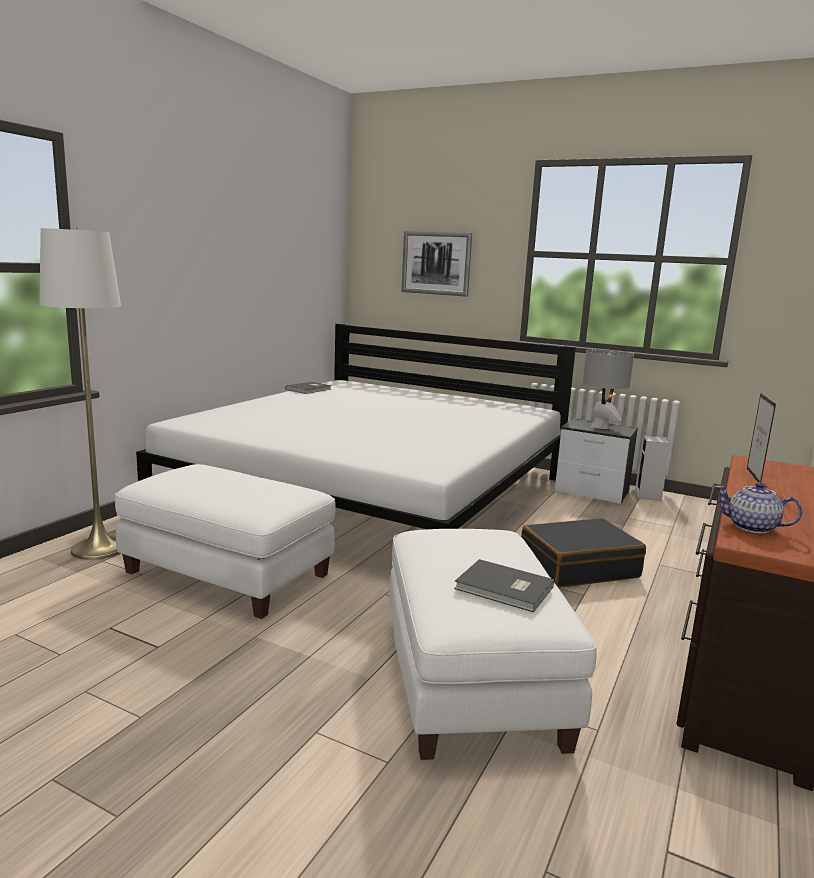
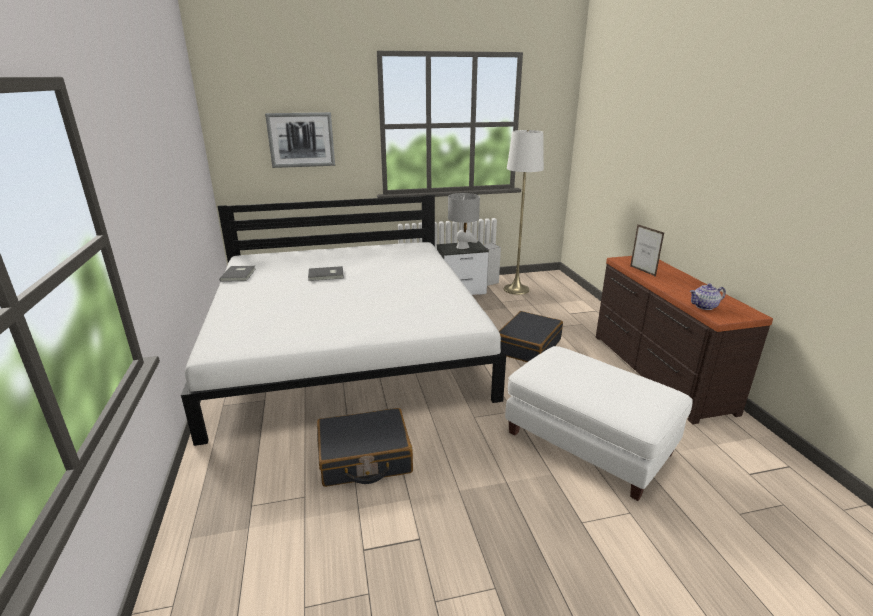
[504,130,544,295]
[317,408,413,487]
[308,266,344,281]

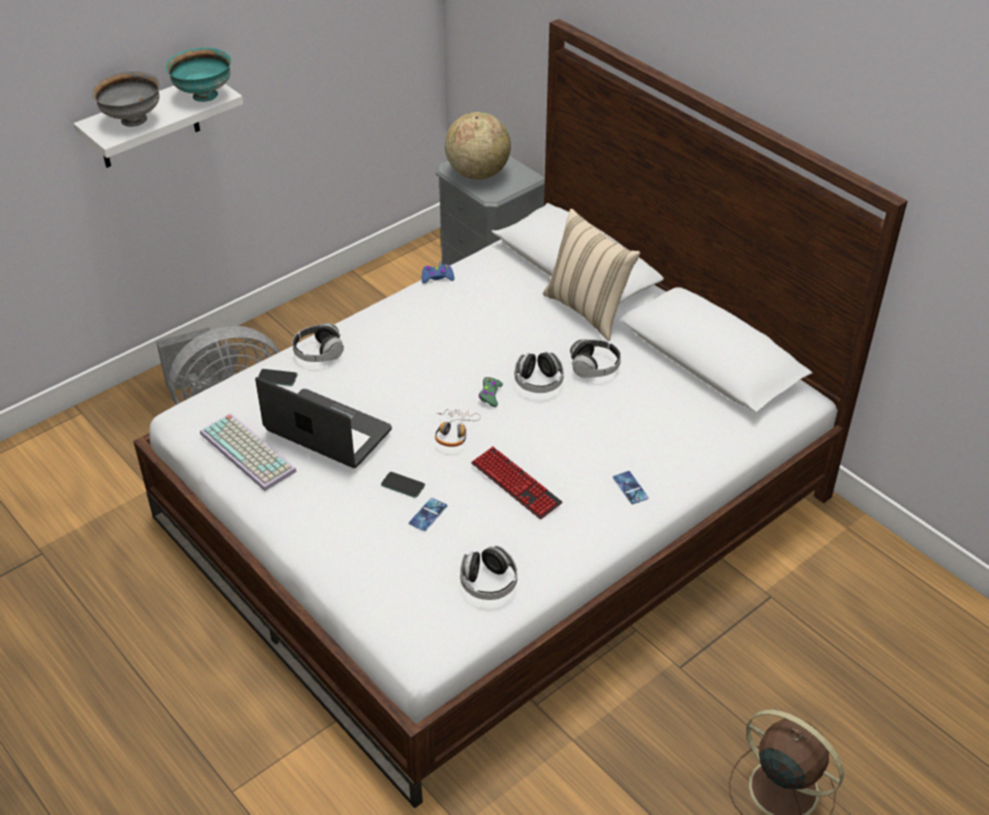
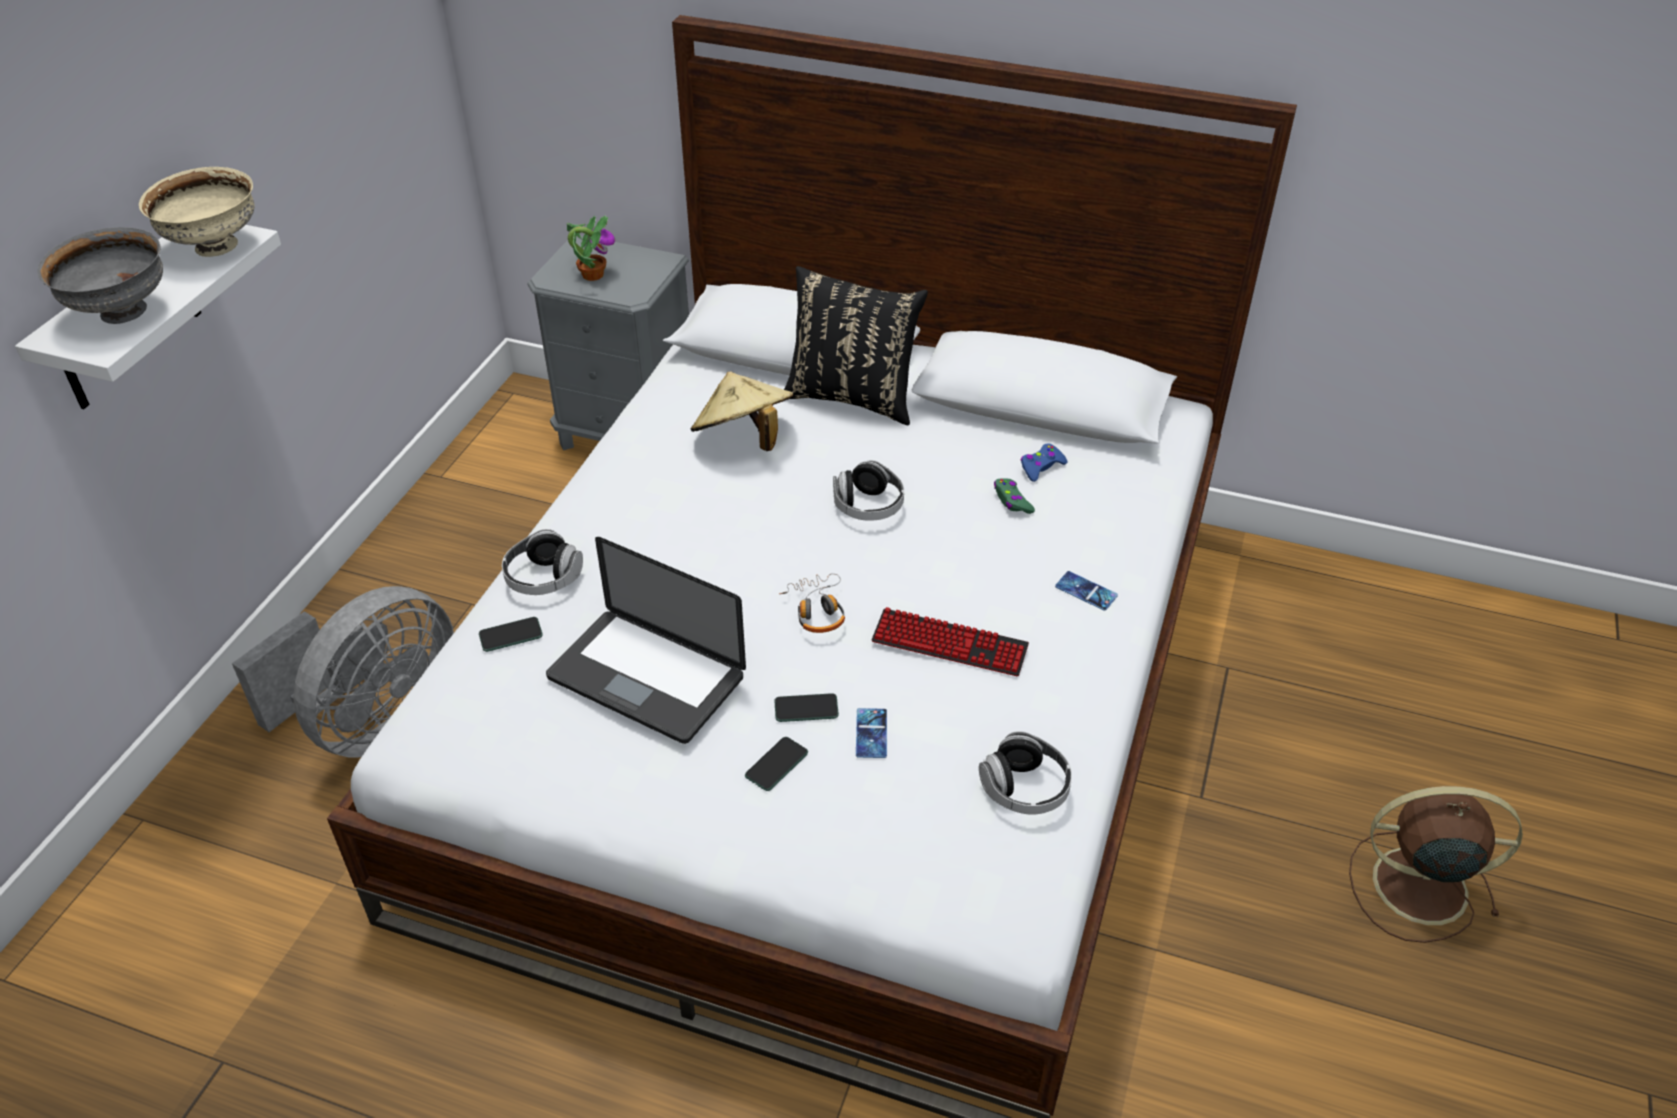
[139,167,254,257]
[567,216,615,281]
[784,266,928,425]
[1021,443,1067,482]
[570,339,621,378] (first image)
[546,537,746,744]
[994,478,1035,514]
[200,413,297,491] (first image)
[691,371,793,451]
[745,737,808,791]

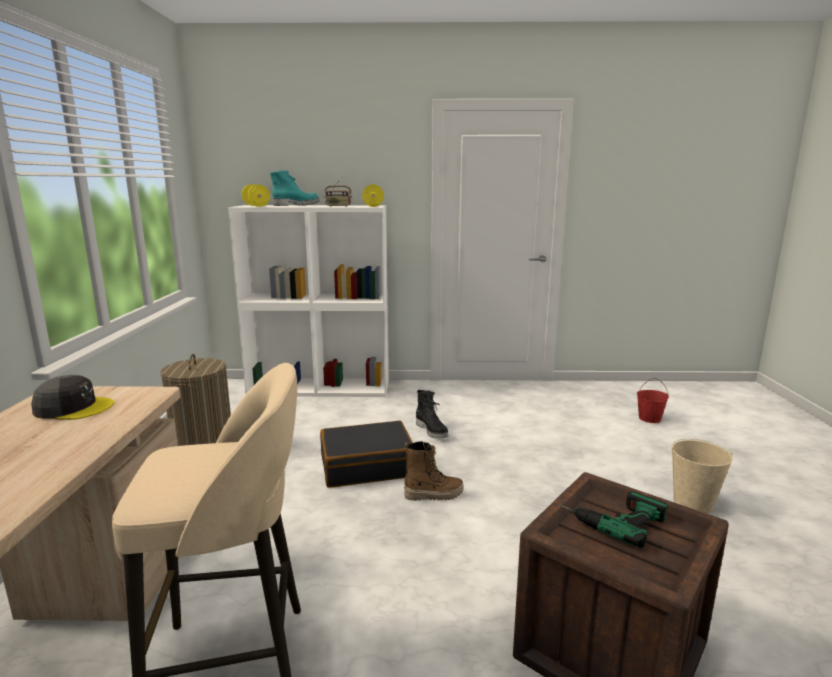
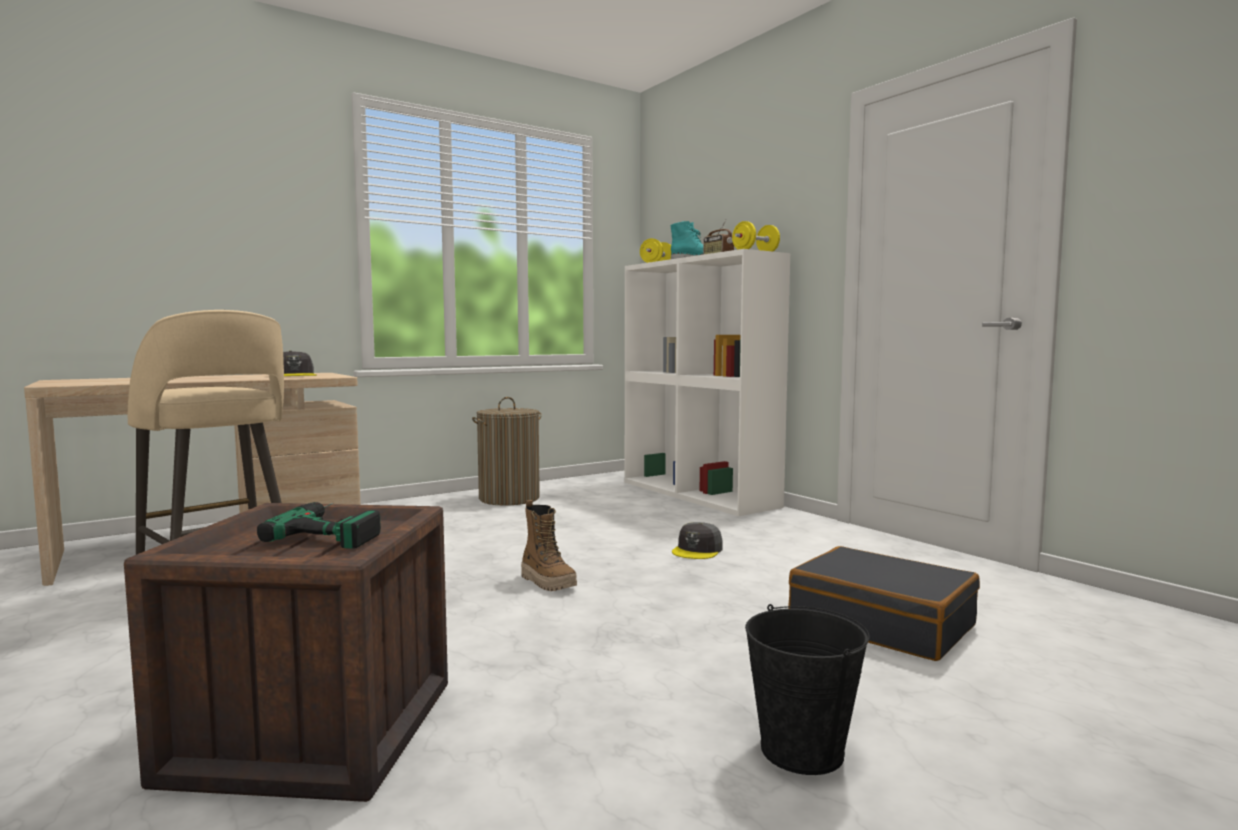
[637,378,669,423] (first image)
[672,522,723,559]
[788,546,980,661]
[745,604,870,775]

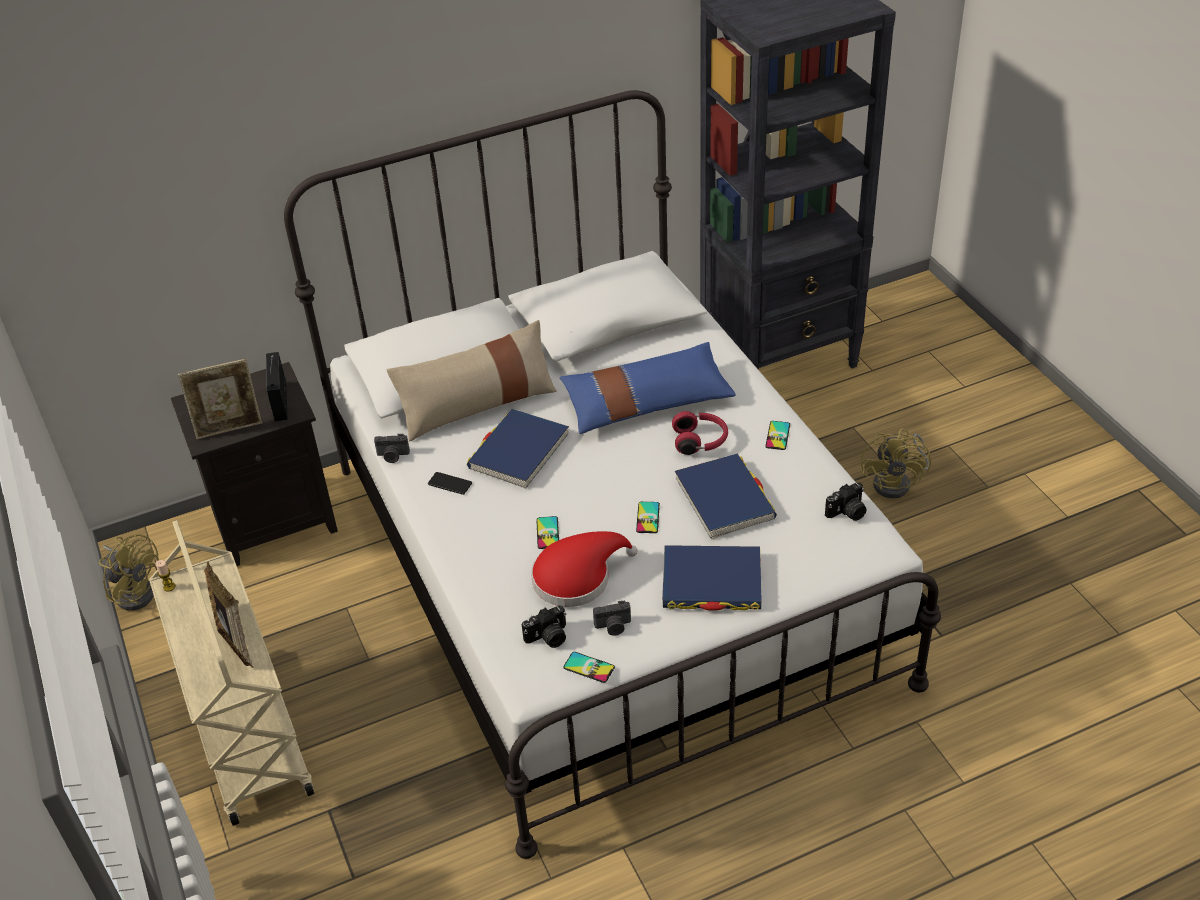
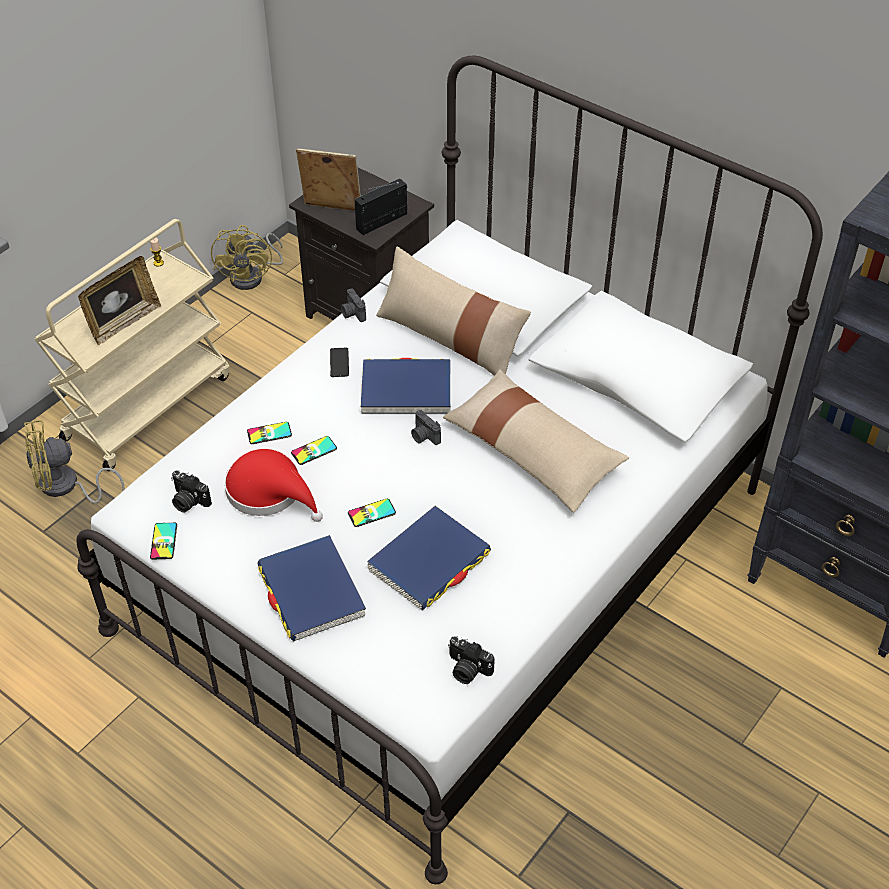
[443,369,629,512]
[296,148,361,211]
[672,411,728,455] (first image)
[247,422,292,444]
[24,420,124,504]
[411,410,441,445]

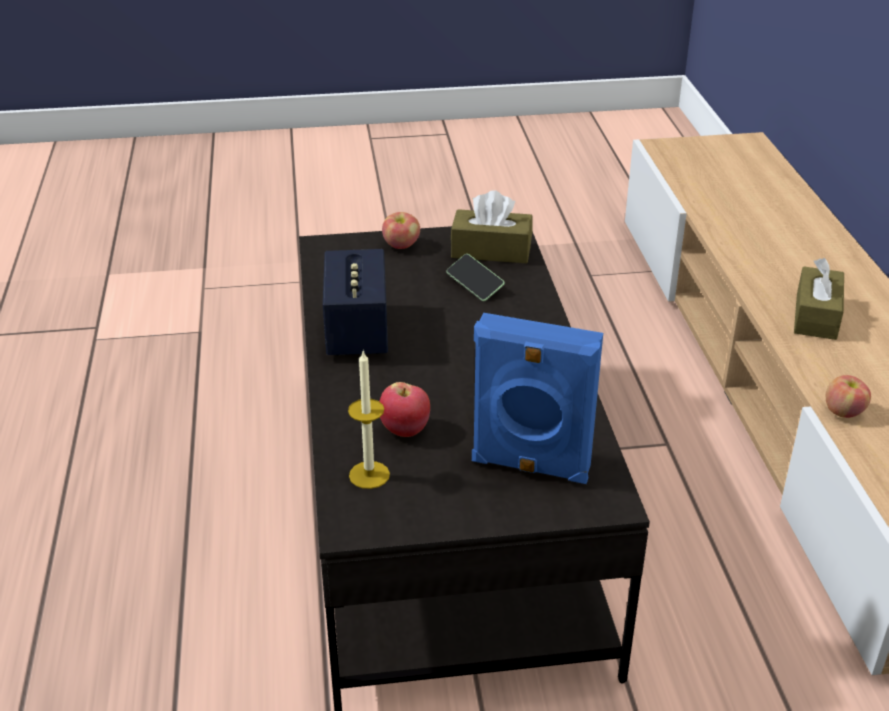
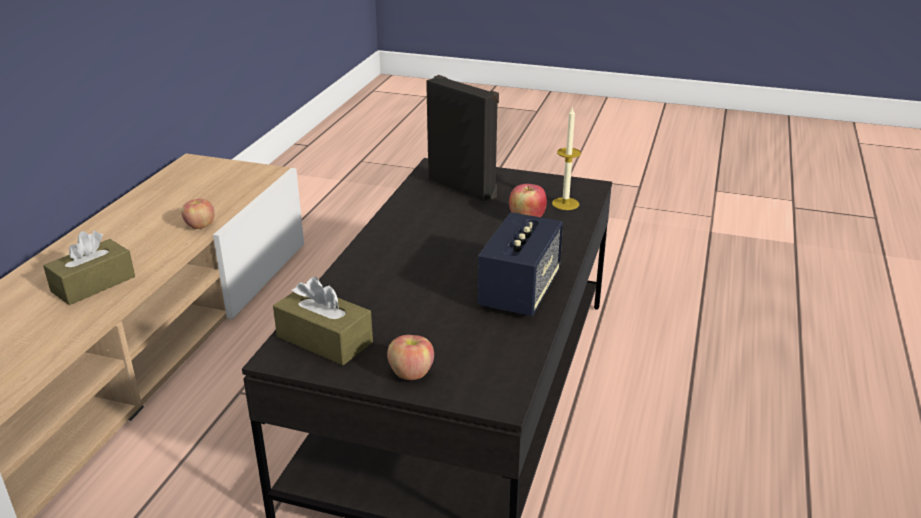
[446,254,505,301] (first image)
[426,75,499,202]

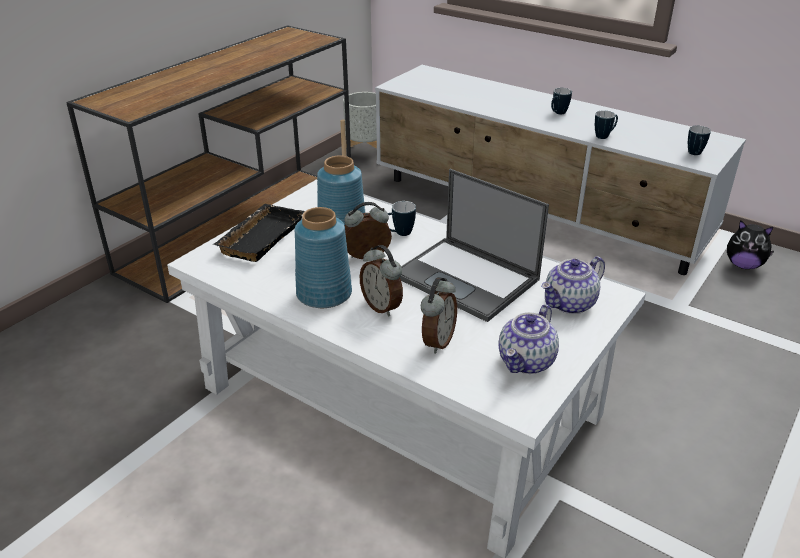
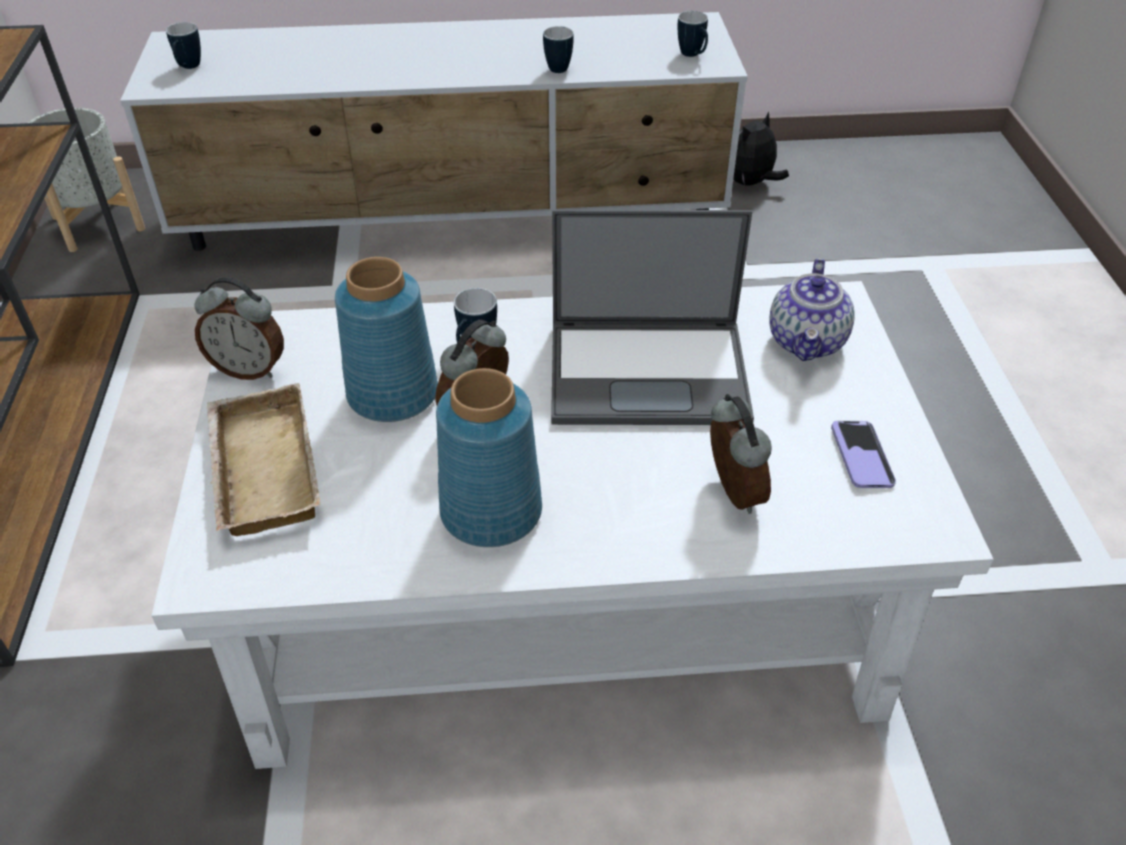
[166,22,201,69]
[206,383,321,536]
[733,111,789,186]
[194,277,284,380]
[831,421,896,488]

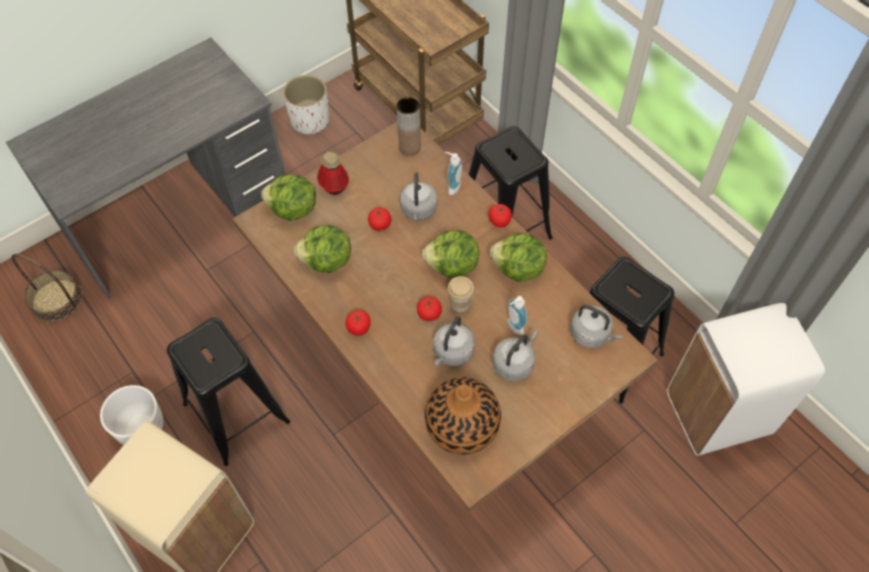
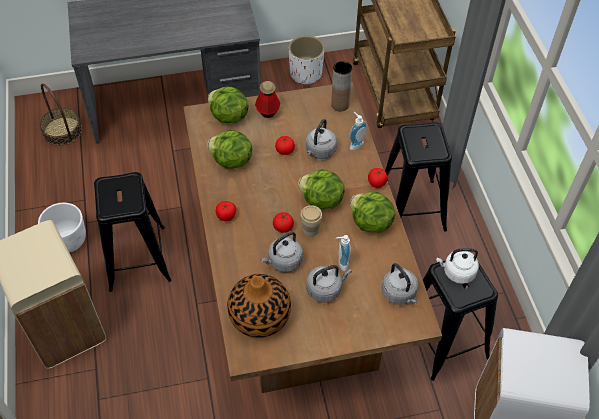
[436,248,479,284]

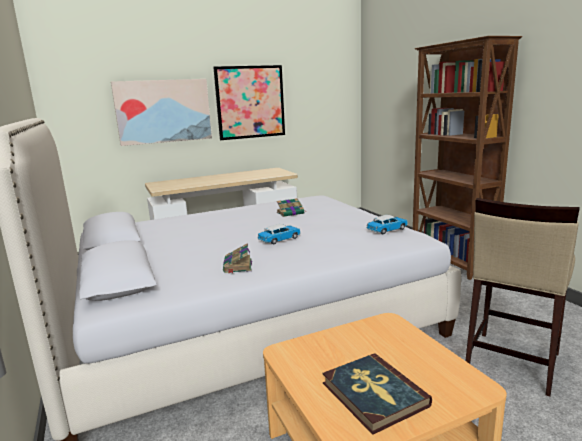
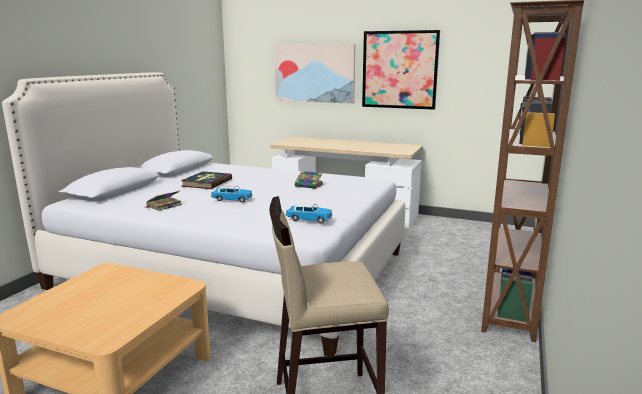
[181,171,232,189]

